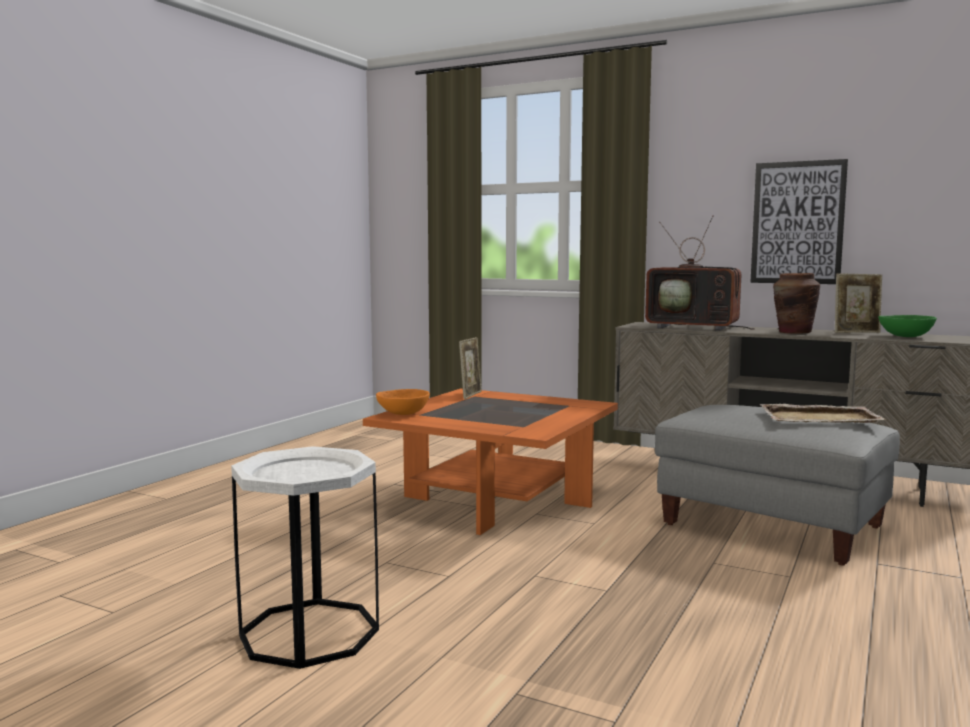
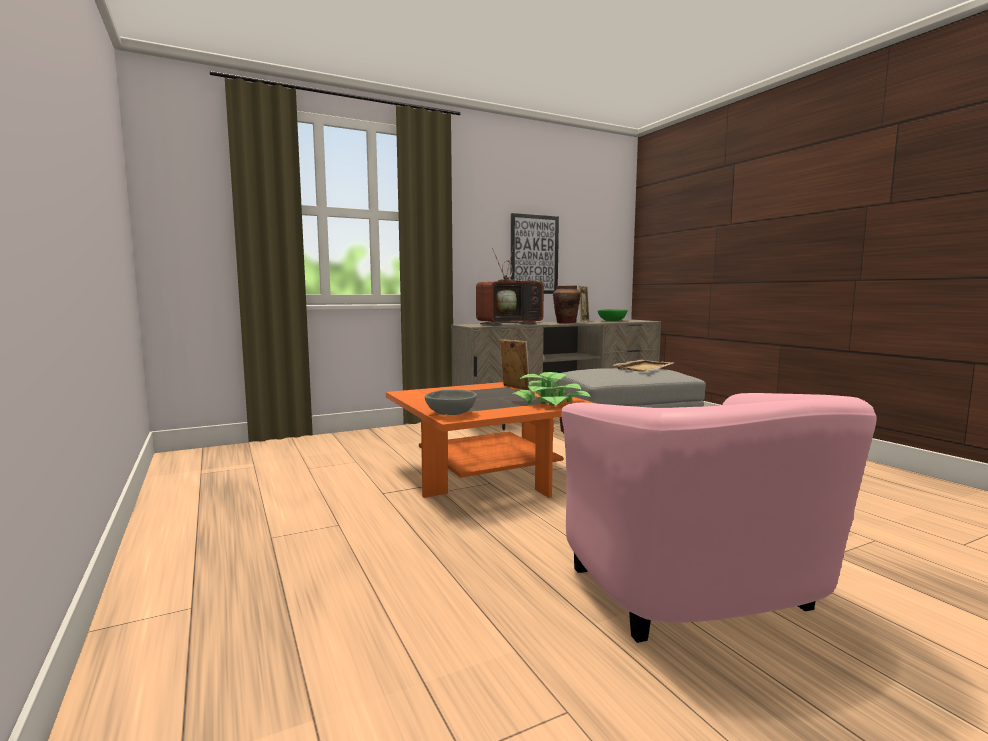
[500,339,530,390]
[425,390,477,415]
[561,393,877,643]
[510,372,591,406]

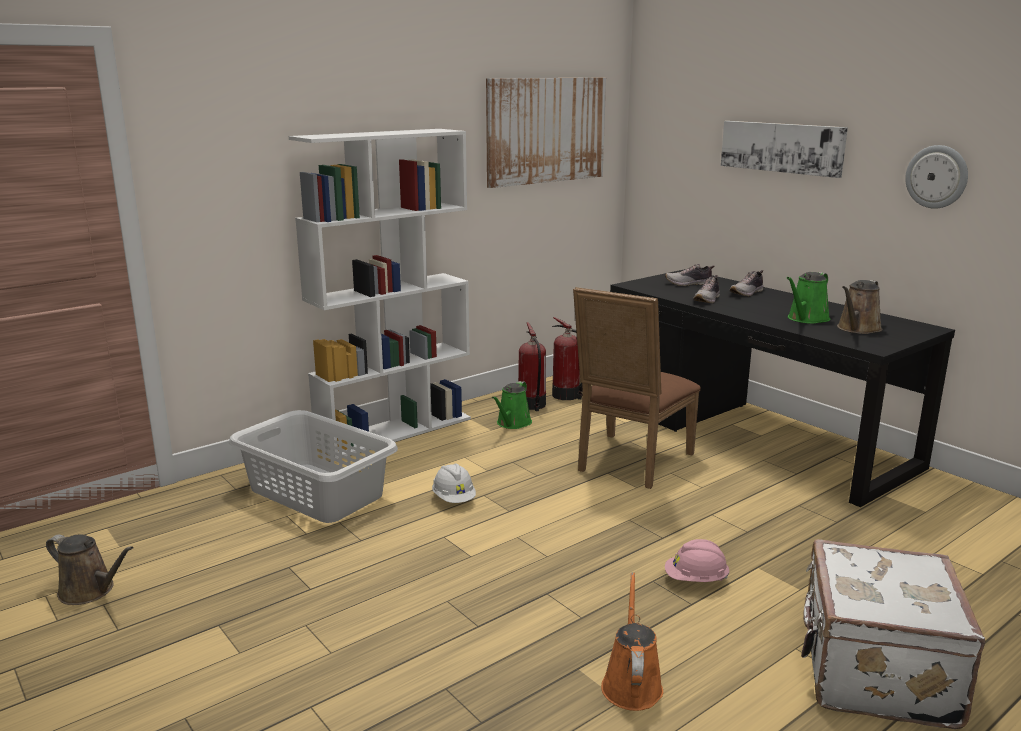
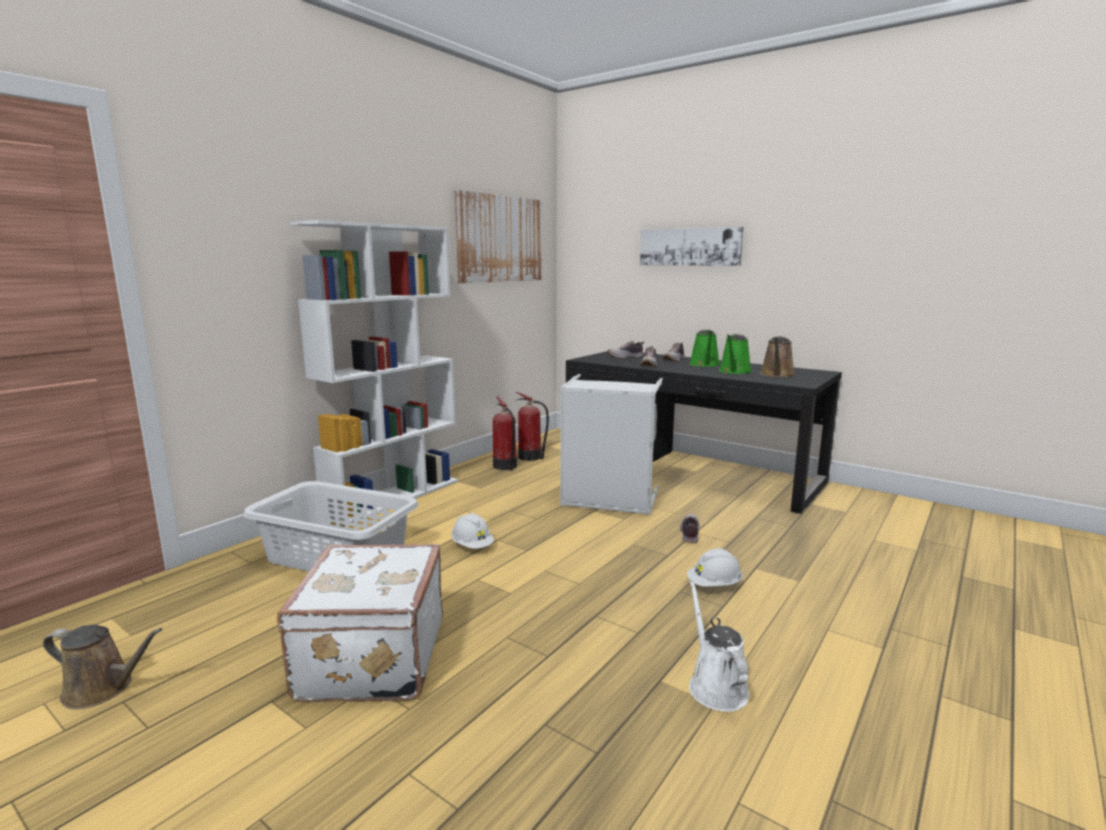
[905,145,968,209] (first image)
[560,374,663,515]
[689,330,720,367]
[687,548,743,587]
[277,544,443,703]
[689,580,749,712]
[680,513,700,543]

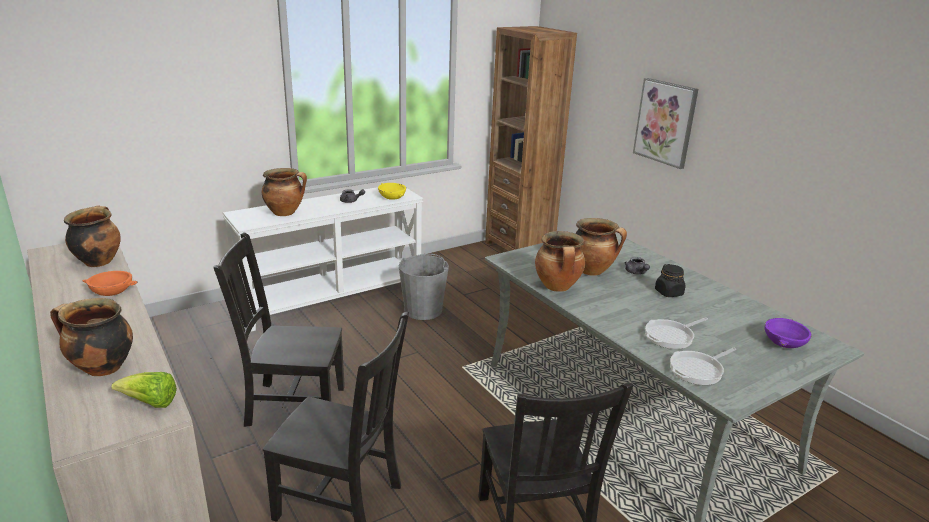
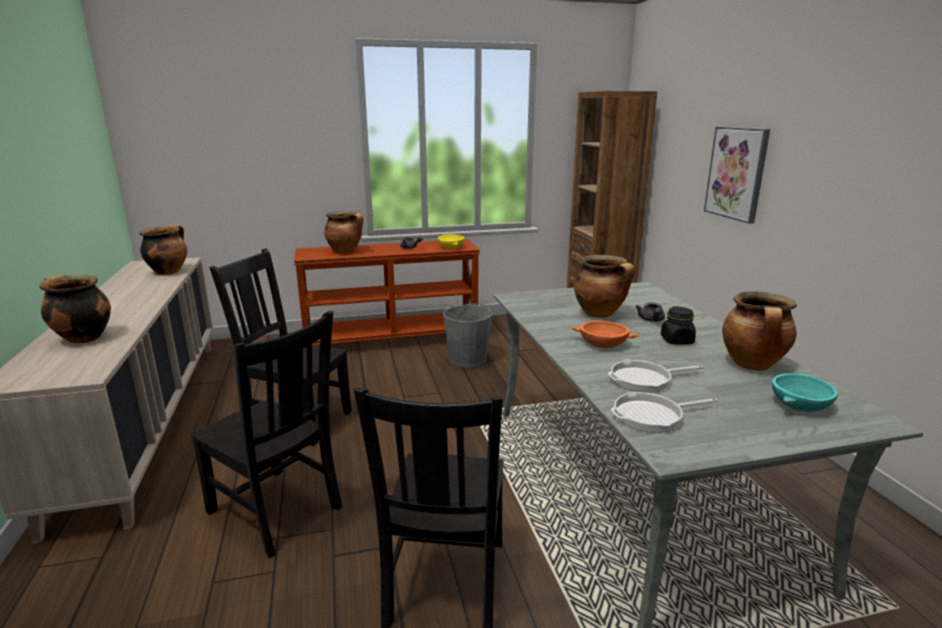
[294,239,480,345]
[722,291,797,371]
[572,321,639,348]
[772,373,838,412]
[111,372,177,408] (first image)

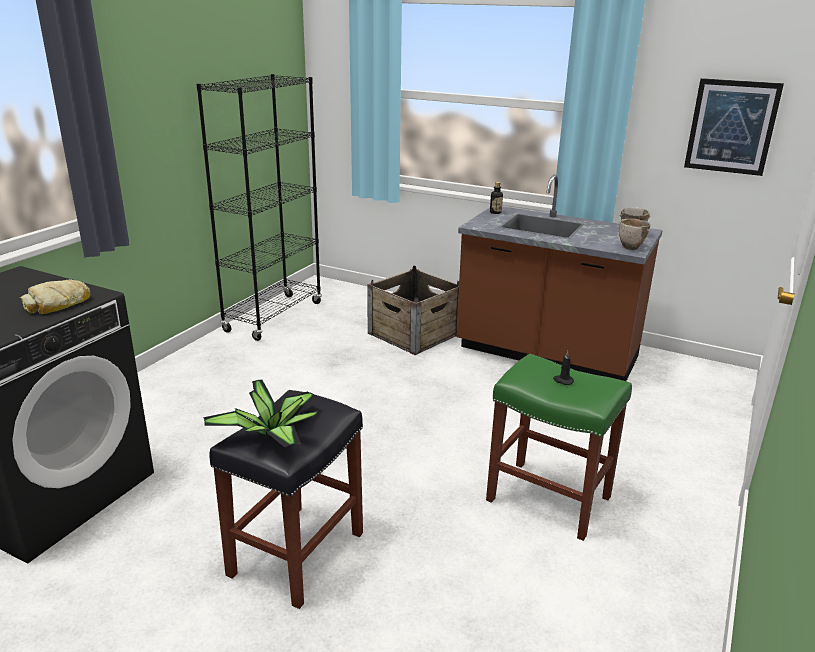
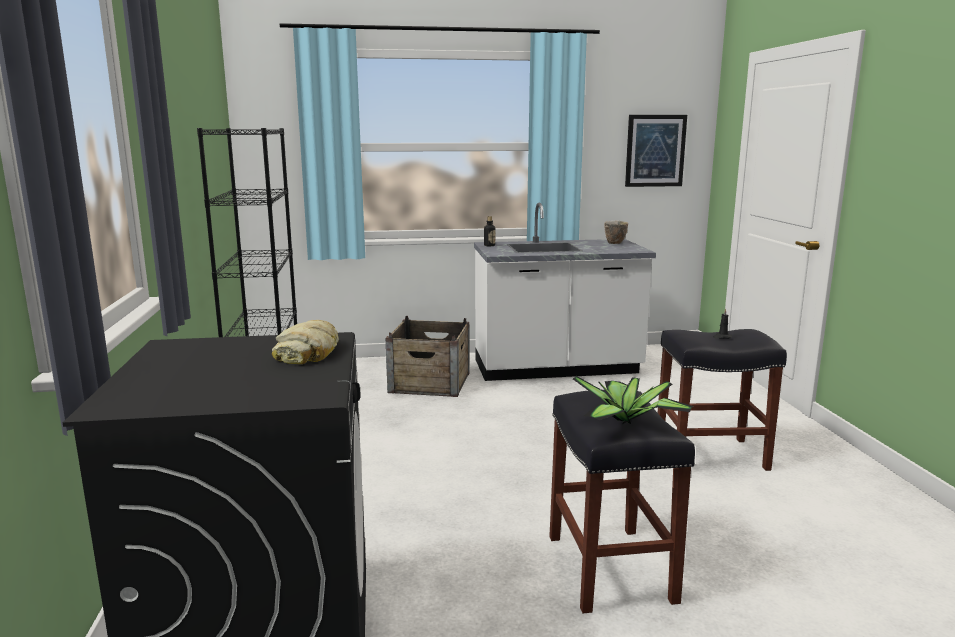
[474,203,656,381]
[619,219,650,250] (first image)
[658,329,787,471]

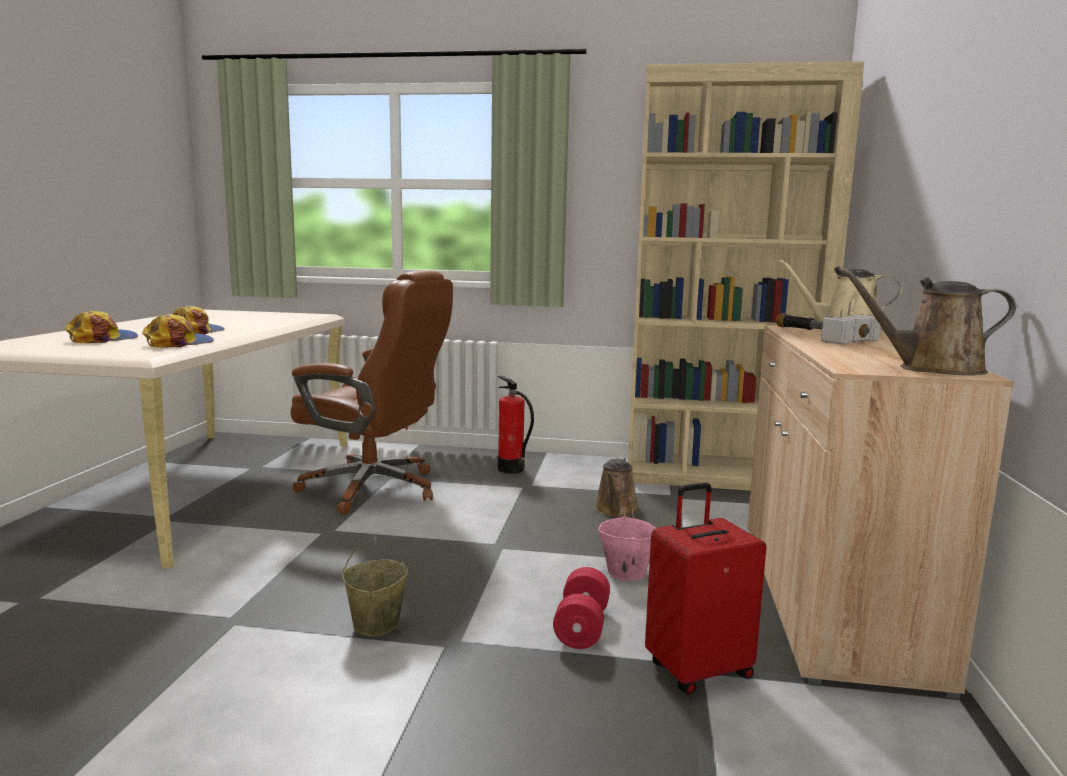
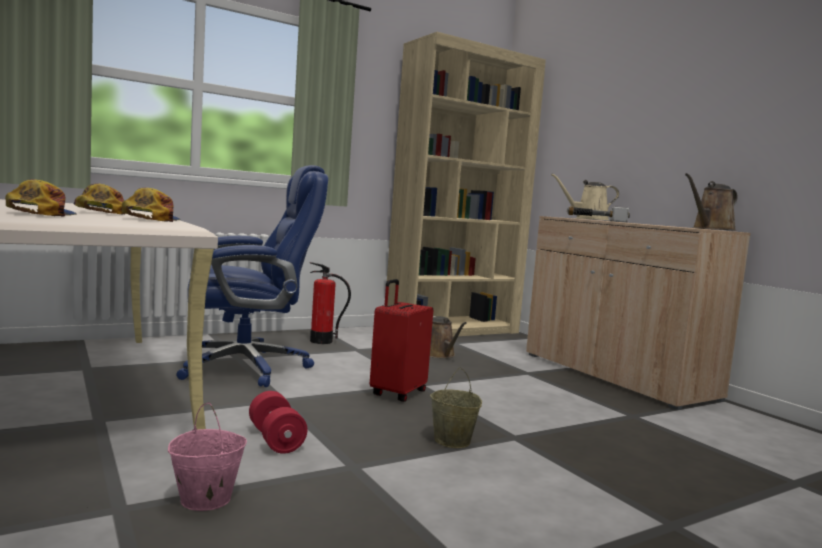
[176,165,328,387]
[370,279,433,402]
[168,402,247,511]
[249,391,308,454]

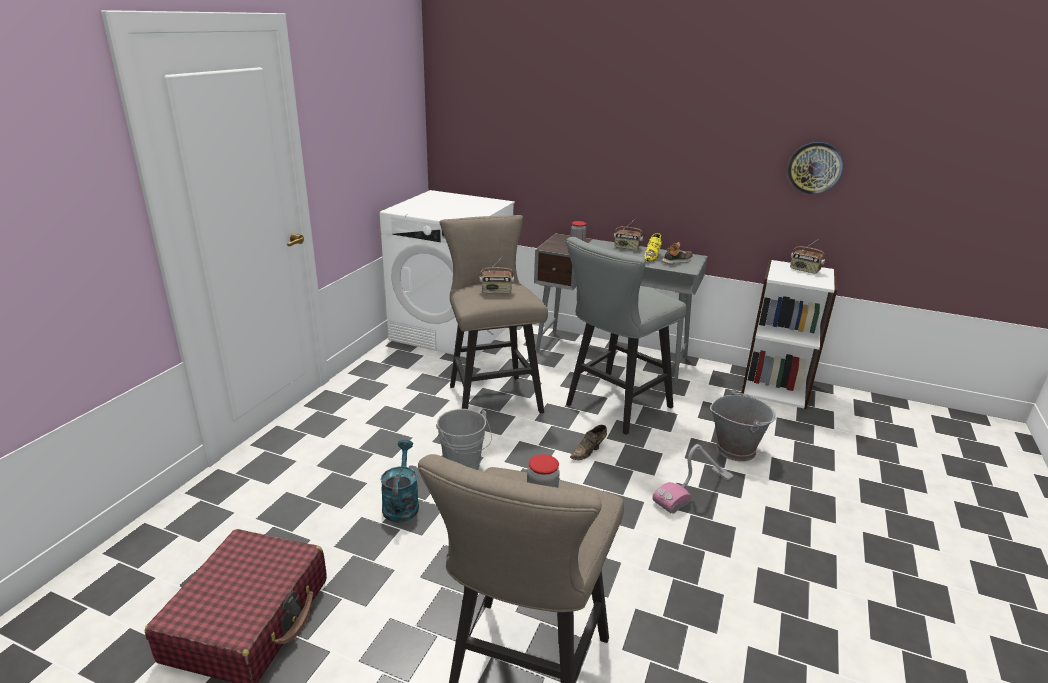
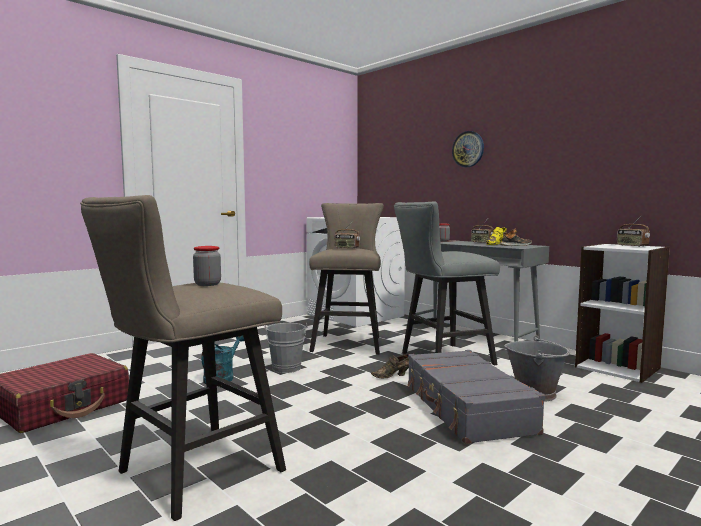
[452,131,484,167]
[407,350,545,444]

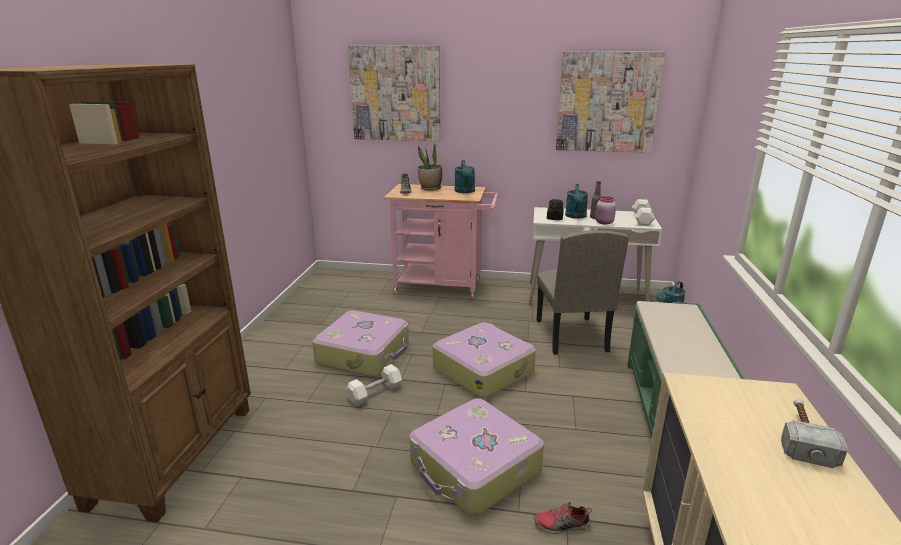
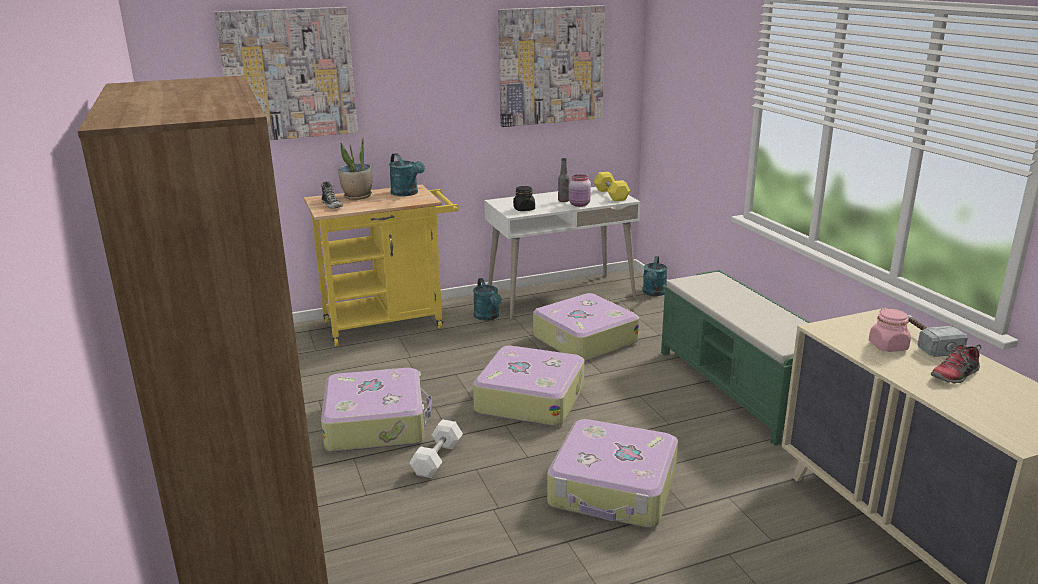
[304,184,459,346]
[473,278,502,321]
[593,172,630,201]
[533,293,639,361]
[931,344,981,383]
[869,308,911,352]

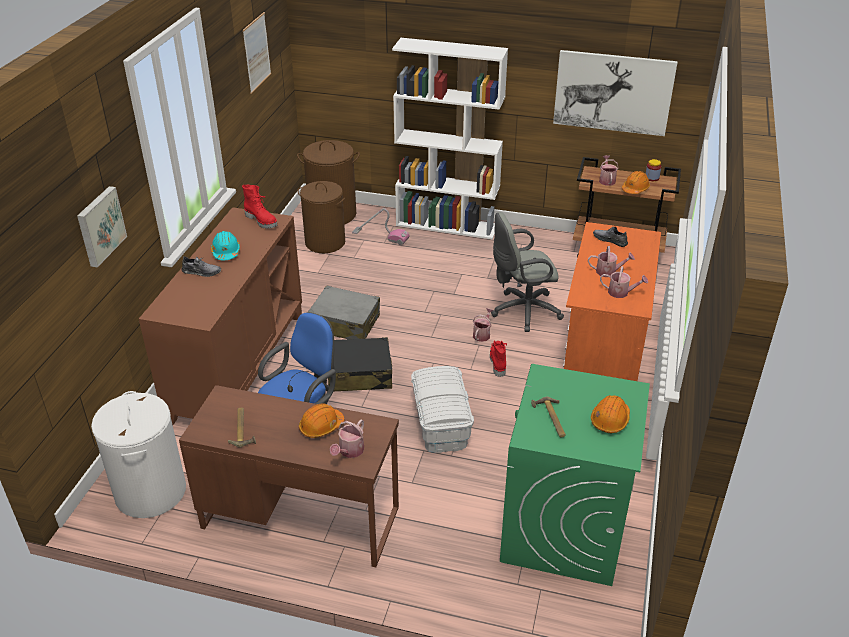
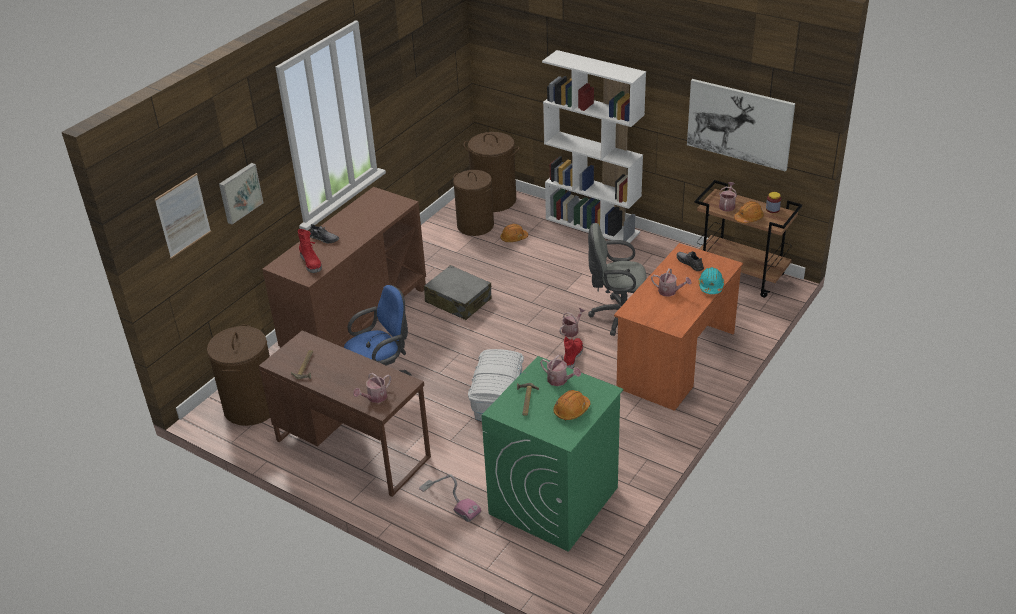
[155,173,211,259]
[298,229,322,273]
[419,474,481,522]
[698,267,724,294]
[540,355,581,386]
[328,337,392,392] (first image)
[207,324,270,426]
[500,224,528,242]

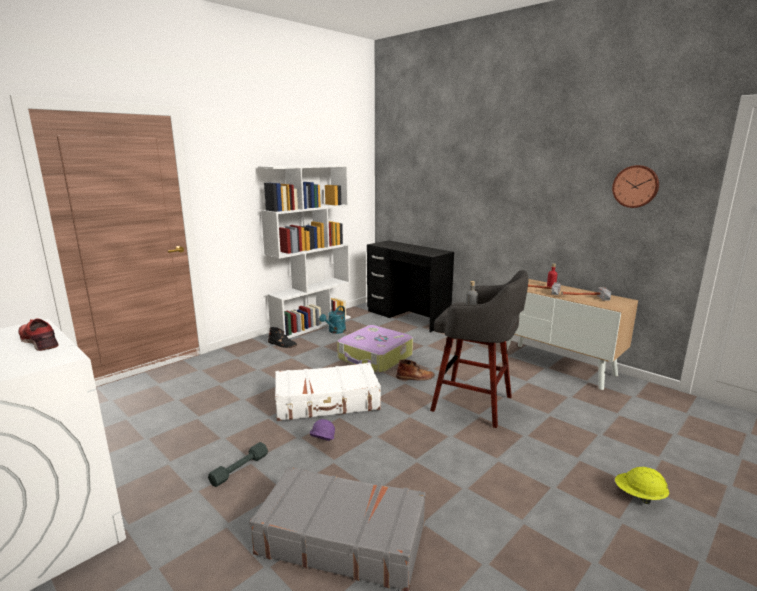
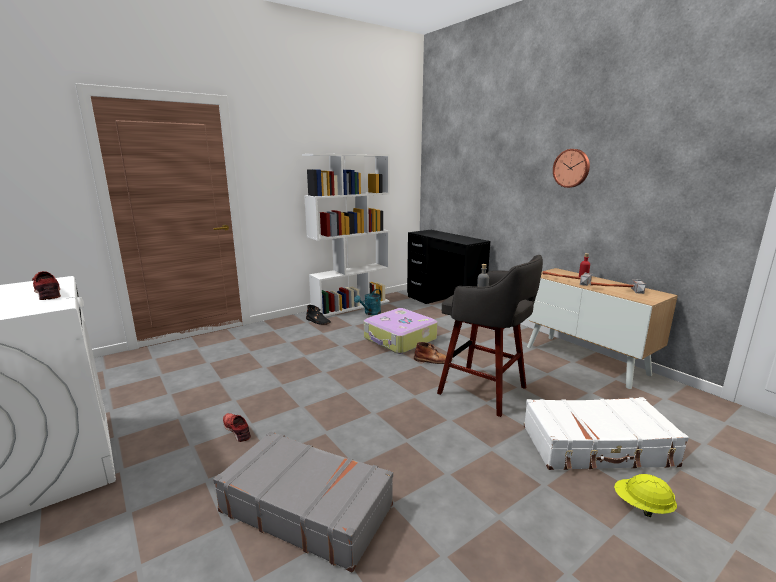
[553,149,590,188]
[524,397,689,470]
[309,419,335,441] (first image)
[223,413,251,442]

